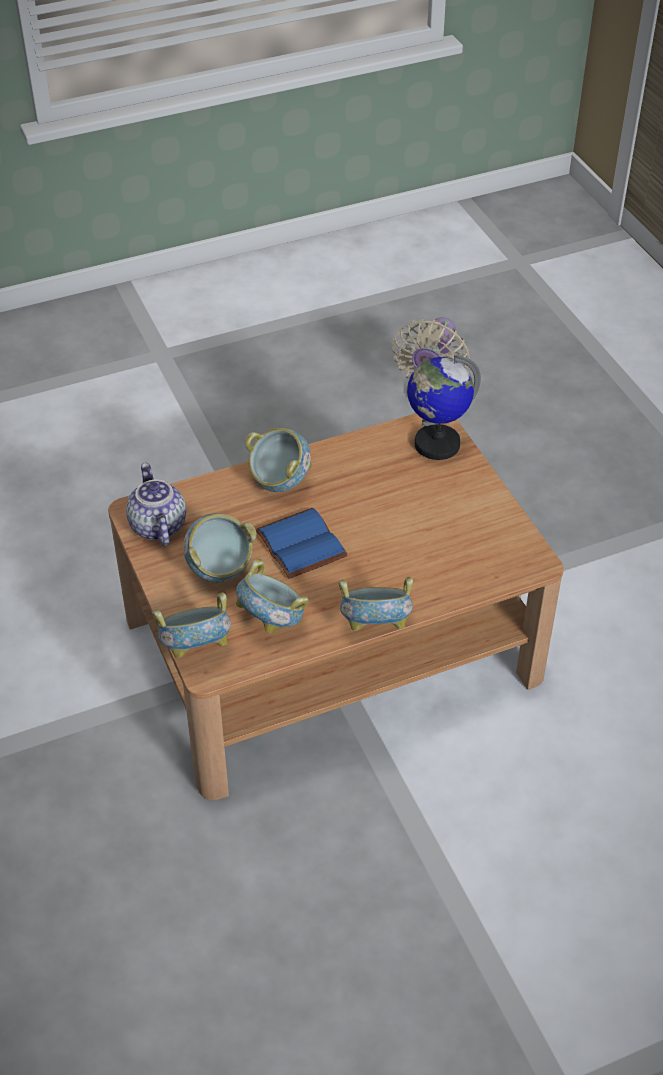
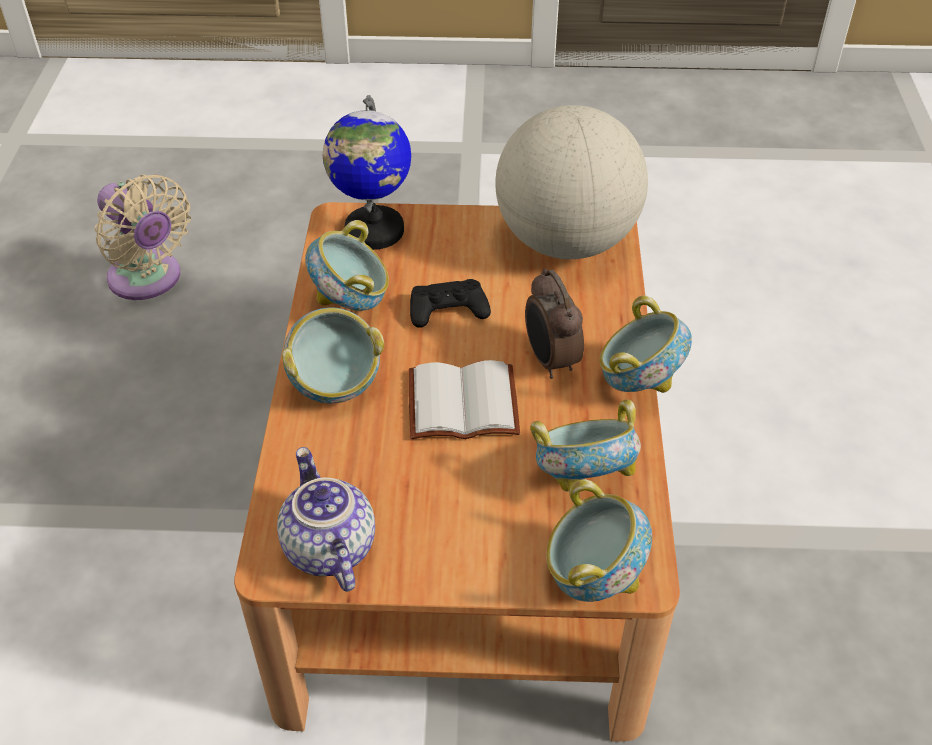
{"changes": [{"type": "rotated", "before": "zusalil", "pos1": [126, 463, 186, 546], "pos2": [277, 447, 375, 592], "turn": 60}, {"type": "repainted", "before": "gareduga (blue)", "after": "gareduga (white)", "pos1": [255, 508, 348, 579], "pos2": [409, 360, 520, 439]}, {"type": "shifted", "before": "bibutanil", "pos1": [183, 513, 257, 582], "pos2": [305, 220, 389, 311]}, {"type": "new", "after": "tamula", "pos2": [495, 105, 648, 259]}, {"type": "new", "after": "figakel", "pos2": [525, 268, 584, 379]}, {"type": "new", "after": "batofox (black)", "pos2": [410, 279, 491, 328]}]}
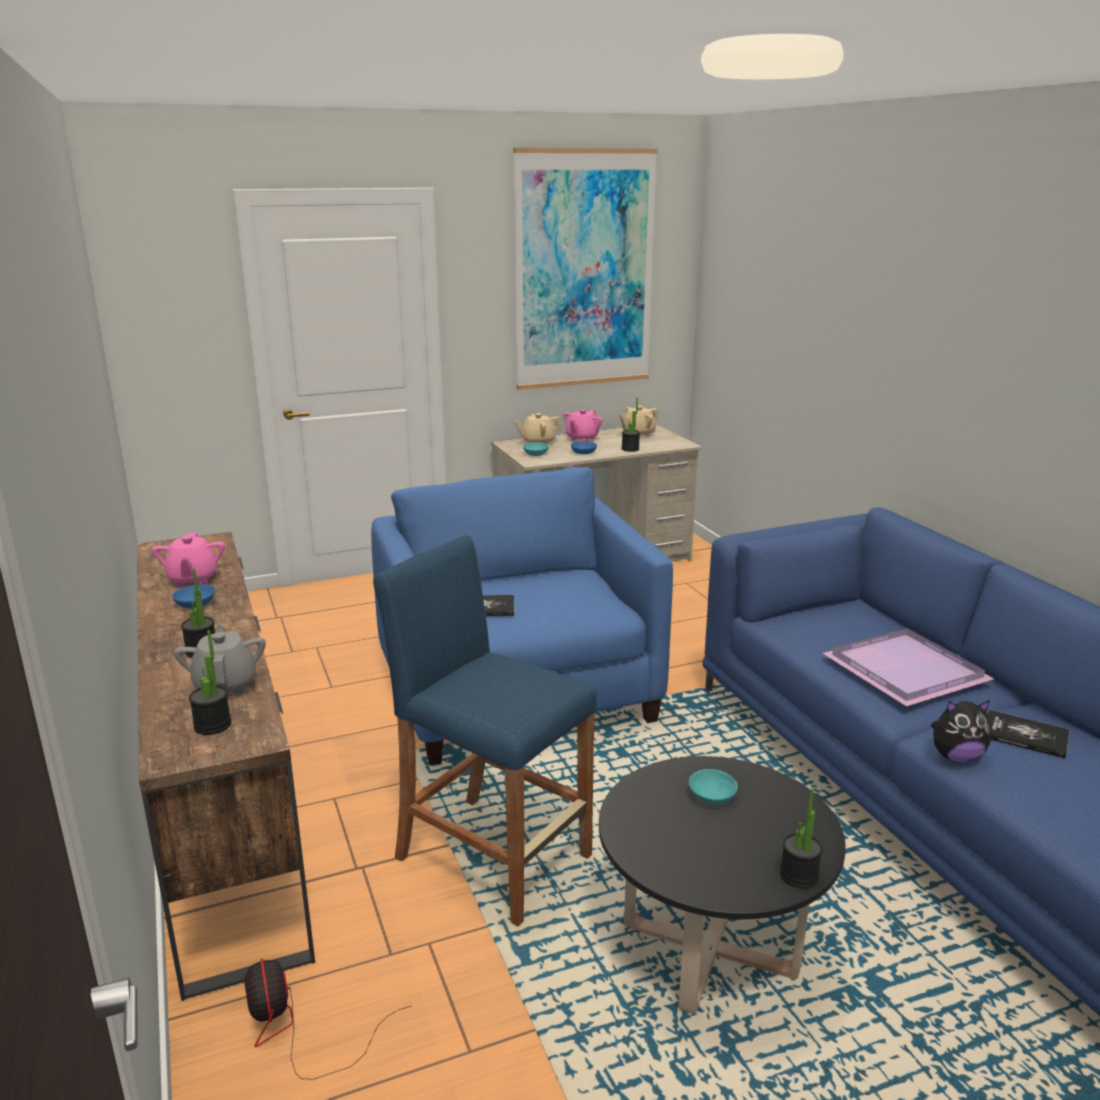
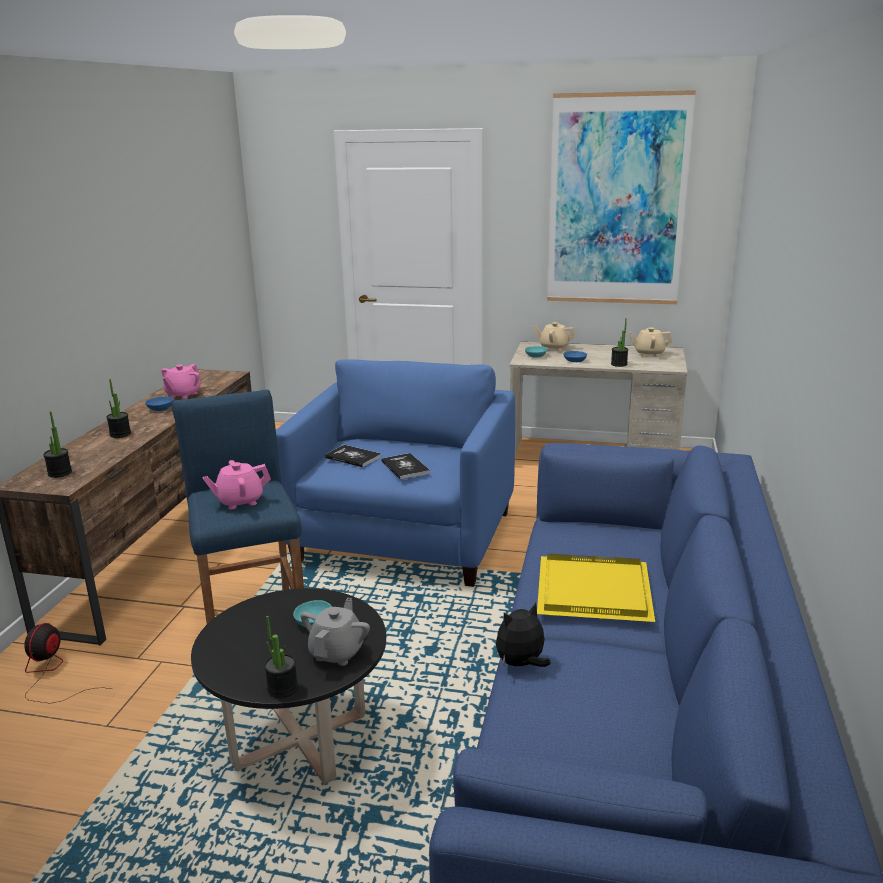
{"changes": [{"type": "shifted", "before": "zusalil (pink)", "pos1": [563, 409, 603, 442], "pos2": [202, 460, 271, 509]}, {"type": "shifted", "before": "zusalil (grey)", "pos1": [174, 624, 266, 694], "pos2": [301, 598, 370, 666]}, {"type": "repainted", "before": "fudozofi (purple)", "after": "fudozofi (yellow)", "pos1": [822, 628, 994, 706], "pos2": [537, 554, 655, 622]}, {"type": "rotated", "before": "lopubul", "pos1": [931, 700, 991, 763], "pos2": [496, 603, 551, 667], "turn": 120}, {"type": "shifted", "before": "gareduga", "pos1": [986, 709, 1070, 759], "pos2": [381, 453, 430, 480]}]}
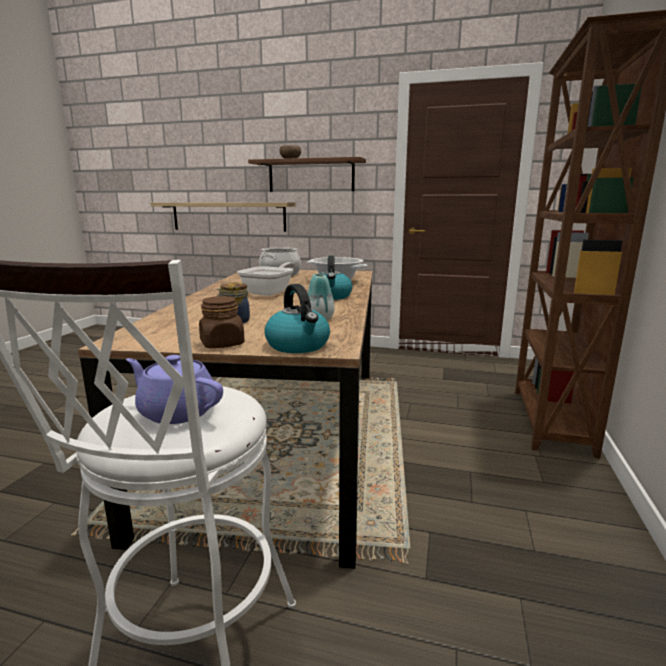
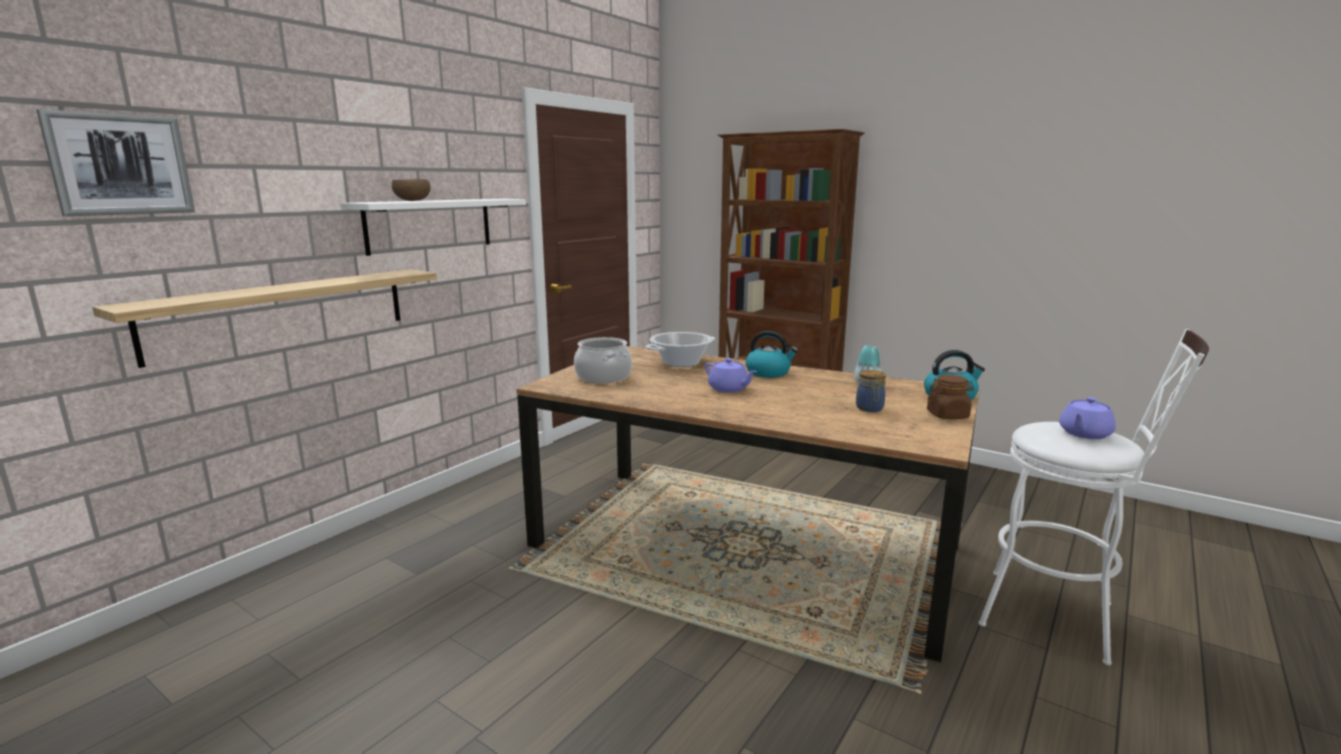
{"changes": [{"type": "repainted", "before": "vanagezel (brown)", "after": "vanagezel (white)", "pos1": [248, 157, 366, 192], "pos2": [341, 199, 526, 256]}, {"type": "swapped", "before": "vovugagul", "after": "zusalil (purple)", "pos1": [237, 262, 295, 296], "pos2": [705, 358, 757, 393]}, {"type": "new", "after": "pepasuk", "pos2": [36, 109, 195, 216]}]}
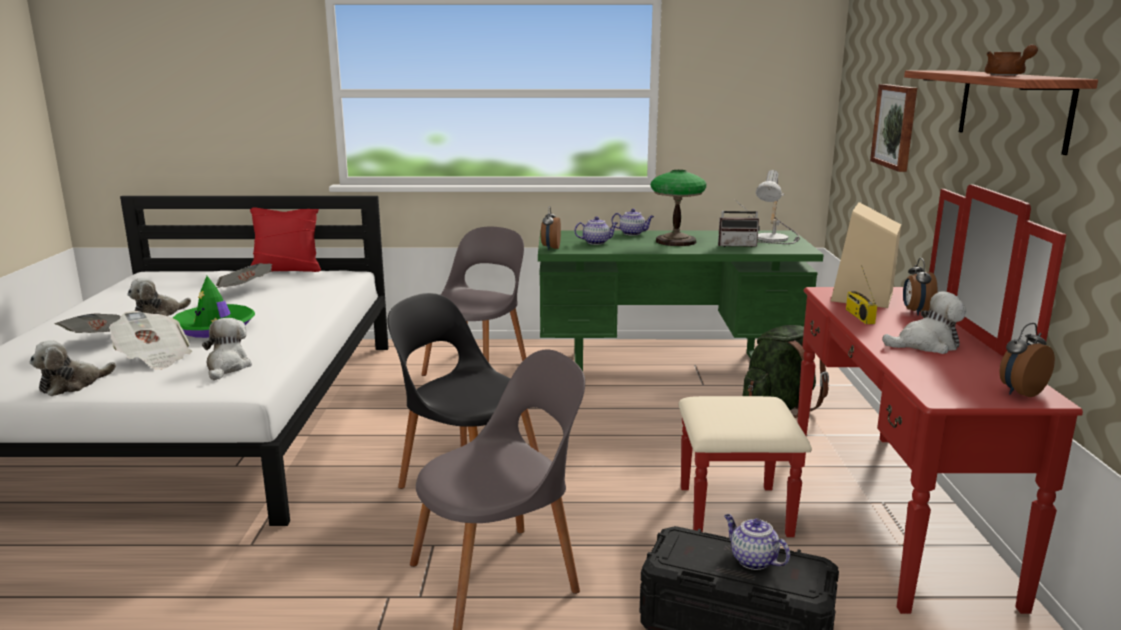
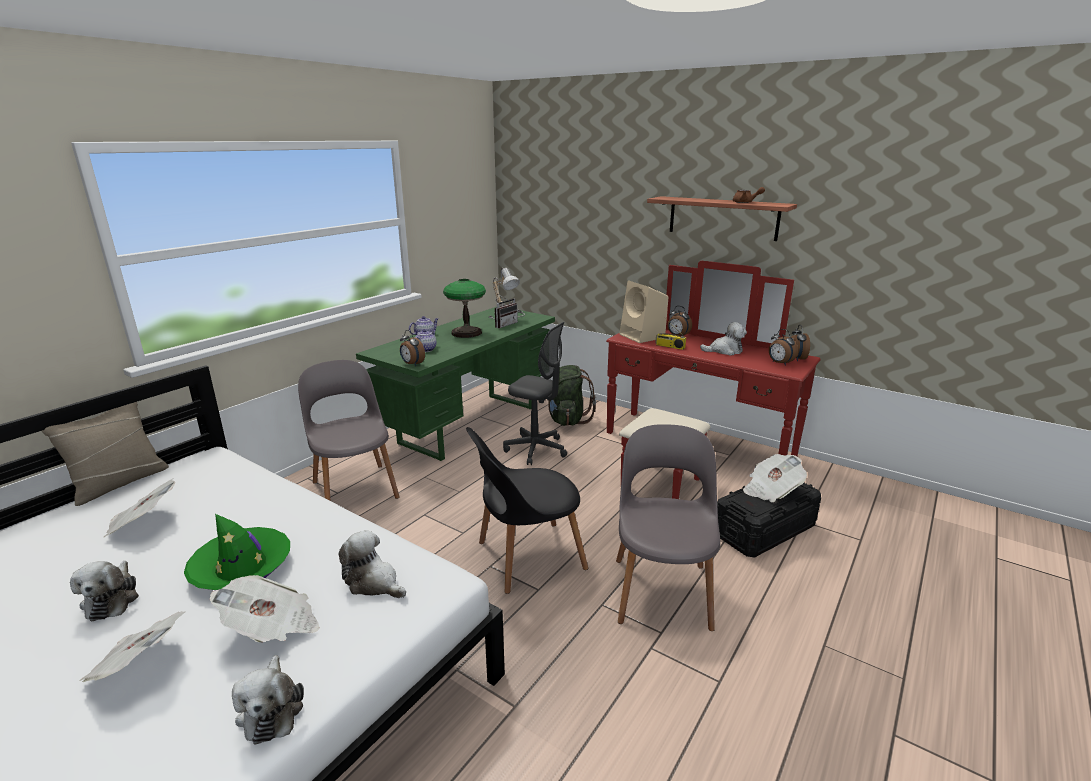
{"changes": [{"type": "gone", "before": "pepasuk", "pos1": [870, 84, 917, 172]}, {"type": "repainted", "before": "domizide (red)", "after": "domizide (beige)", "pos1": [250, 207, 321, 272], "pos2": [42, 402, 169, 506]}, {"type": "rotated", "before": "lopubul", "pos1": [882, 291, 966, 354], "pos2": [700, 322, 747, 356], "turn": 60}, {"type": "swapped", "before": "zusalil", "after": "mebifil", "pos1": [724, 514, 790, 570], "pos2": [743, 454, 807, 502]}, {"type": "new", "after": "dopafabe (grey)", "pos2": [503, 322, 567, 465]}, {"type": "new", "after": "figakel", "pos2": [769, 329, 798, 366]}]}
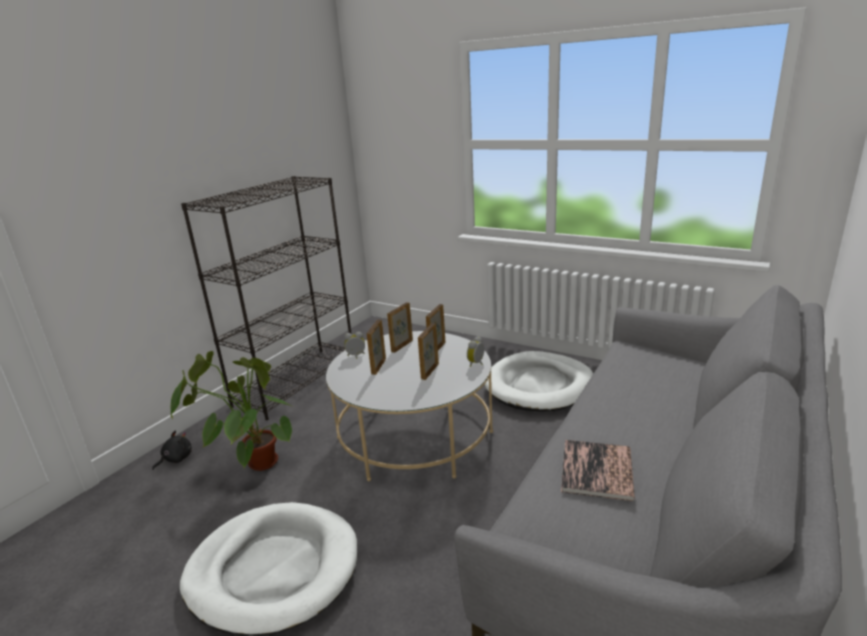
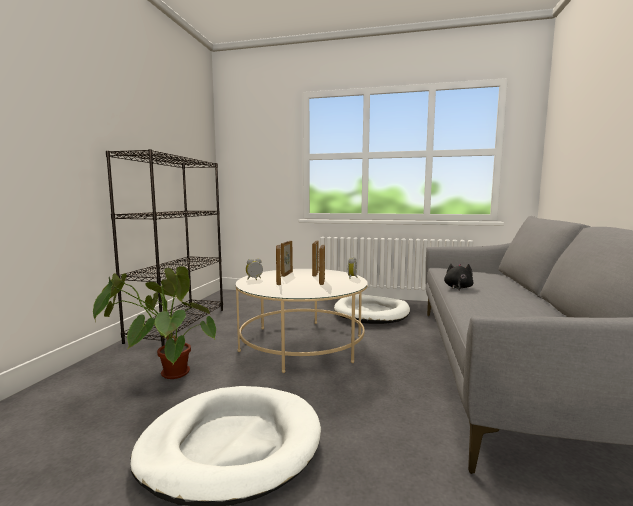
{"changes": [{"type": "shifted", "before": "lopubul (black)", "pos1": [152, 431, 192, 470], "pos2": [444, 263, 474, 291]}, {"type": "gone", "before": "gareduga", "pos1": [561, 440, 635, 501]}]}
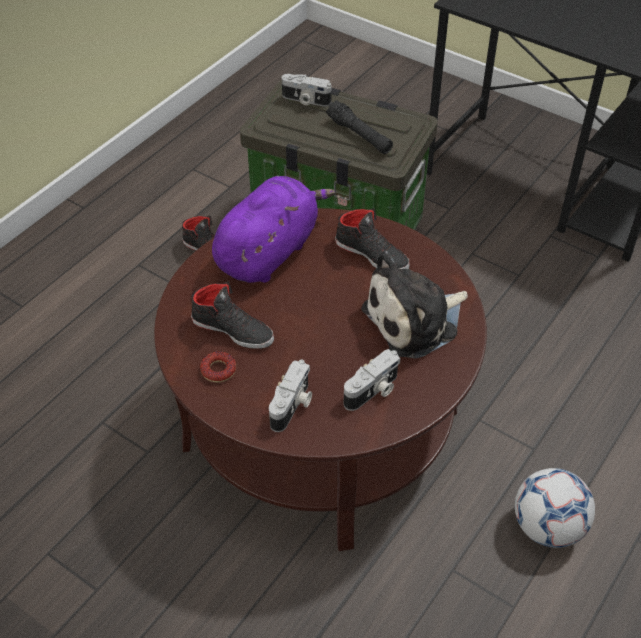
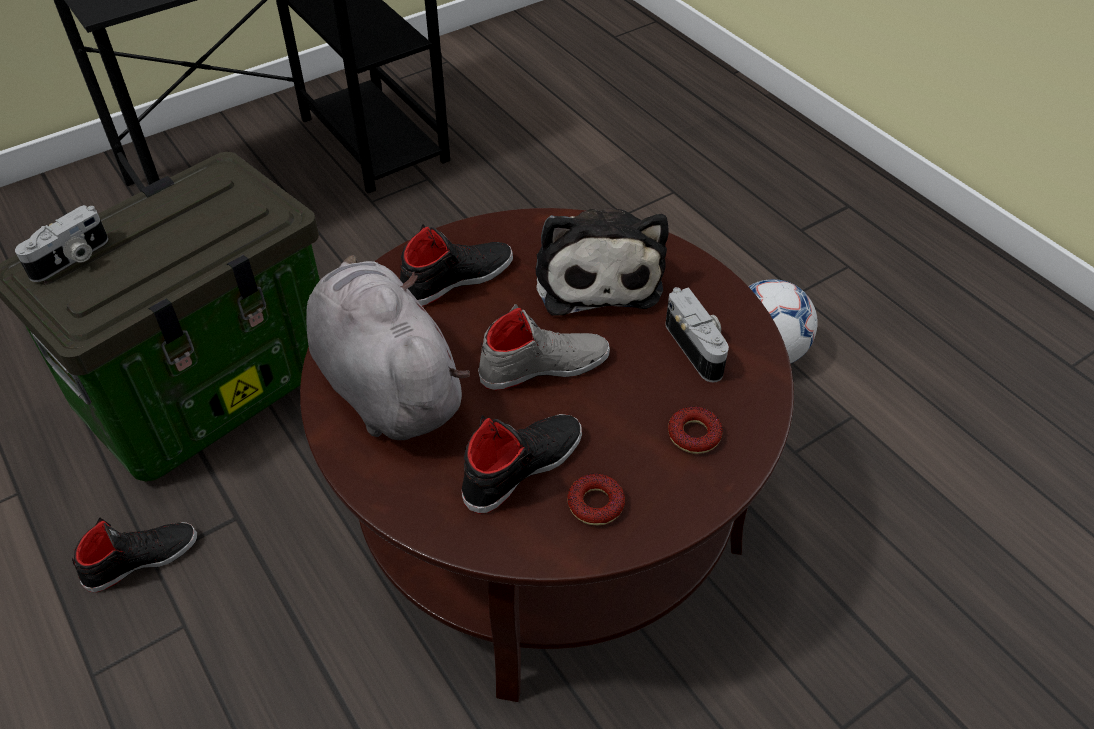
{"changes": [{"type": "gone", "before": "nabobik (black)", "pos1": [326, 100, 393, 154]}, {"type": "repainted", "before": "lopubul (purple)", "after": "lopubul (grey)", "pos1": [212, 176, 335, 283], "pos2": [306, 255, 470, 440]}, {"type": "swapped", "before": "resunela", "after": "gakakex", "pos1": [269, 359, 312, 432], "pos2": [668, 406, 723, 454]}, {"type": "new", "after": "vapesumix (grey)", "pos2": [478, 304, 610, 390]}]}
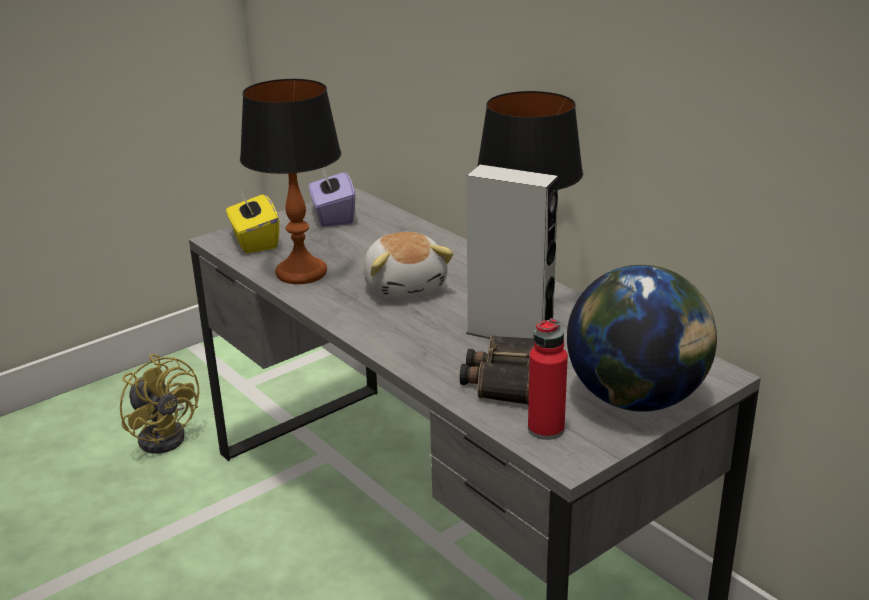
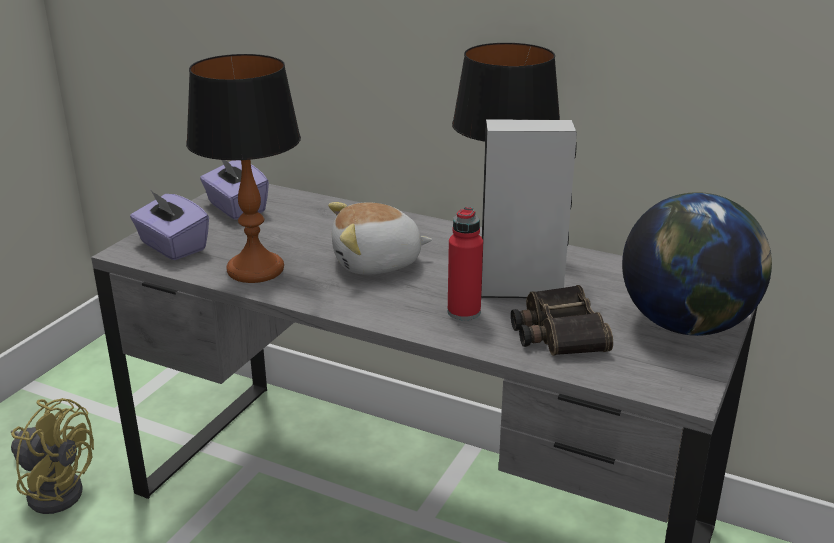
{"changes": [{"type": "repainted", "before": "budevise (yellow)", "after": "budevise (purple)", "pos1": [226, 190, 279, 253], "pos2": [130, 191, 209, 260]}, {"type": "rotated", "before": "lopubul", "pos1": [363, 232, 454, 298], "pos2": [328, 202, 432, 275], "turn": 120}, {"type": "shifted", "before": "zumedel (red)", "pos1": [528, 318, 568, 440], "pos2": [447, 207, 483, 320]}]}
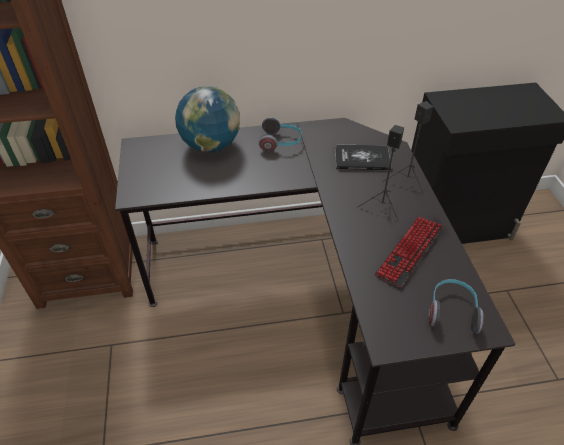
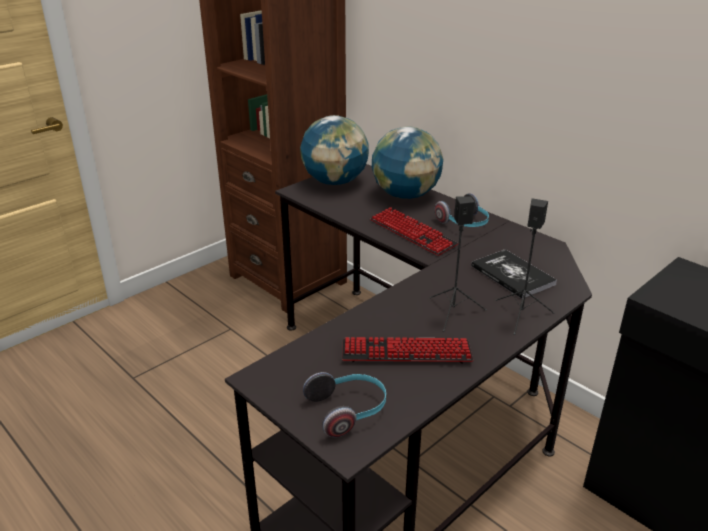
{"changes": [{"type": "new", "after": "tamula", "pos2": [300, 115, 369, 185]}, {"type": "new", "after": "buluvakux", "pos2": [371, 207, 458, 256]}]}
